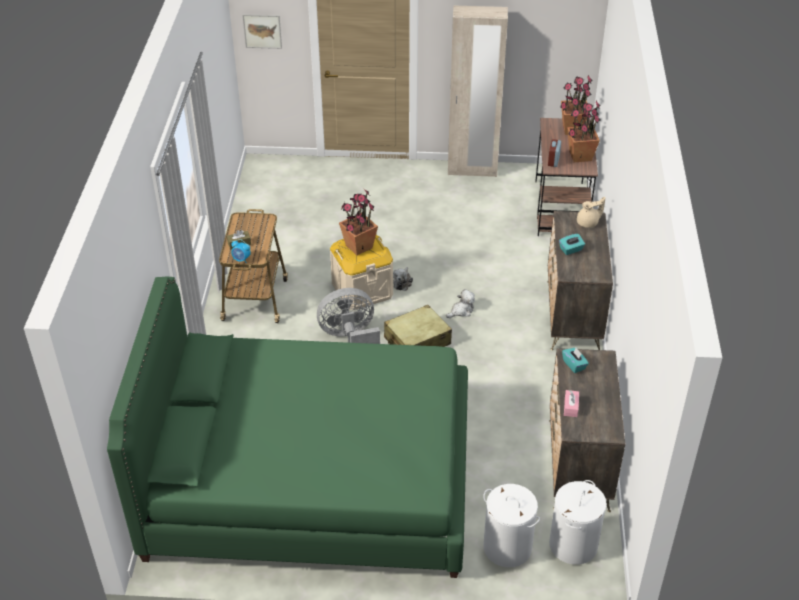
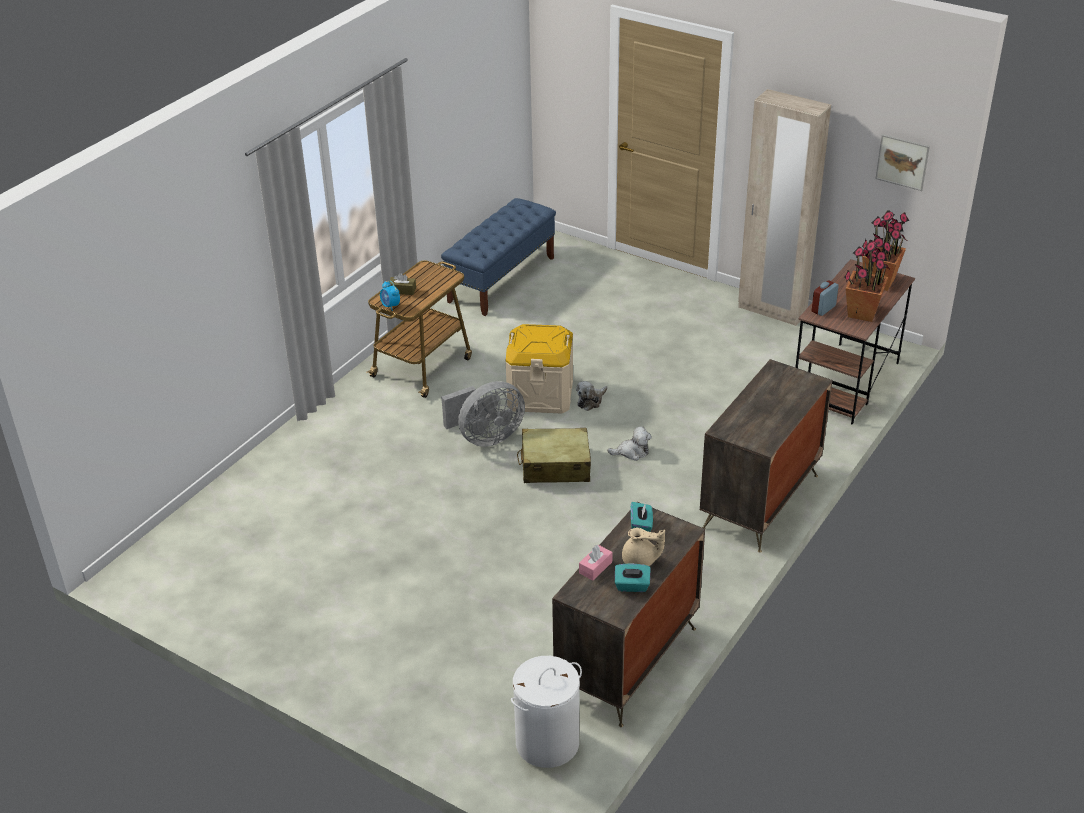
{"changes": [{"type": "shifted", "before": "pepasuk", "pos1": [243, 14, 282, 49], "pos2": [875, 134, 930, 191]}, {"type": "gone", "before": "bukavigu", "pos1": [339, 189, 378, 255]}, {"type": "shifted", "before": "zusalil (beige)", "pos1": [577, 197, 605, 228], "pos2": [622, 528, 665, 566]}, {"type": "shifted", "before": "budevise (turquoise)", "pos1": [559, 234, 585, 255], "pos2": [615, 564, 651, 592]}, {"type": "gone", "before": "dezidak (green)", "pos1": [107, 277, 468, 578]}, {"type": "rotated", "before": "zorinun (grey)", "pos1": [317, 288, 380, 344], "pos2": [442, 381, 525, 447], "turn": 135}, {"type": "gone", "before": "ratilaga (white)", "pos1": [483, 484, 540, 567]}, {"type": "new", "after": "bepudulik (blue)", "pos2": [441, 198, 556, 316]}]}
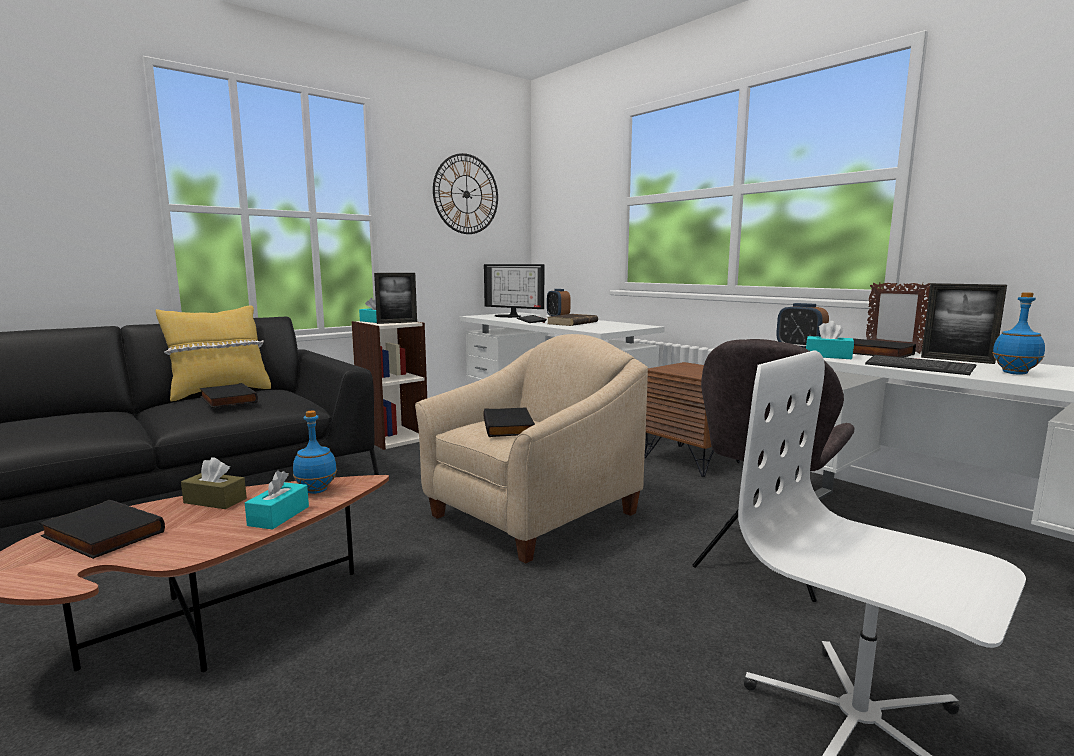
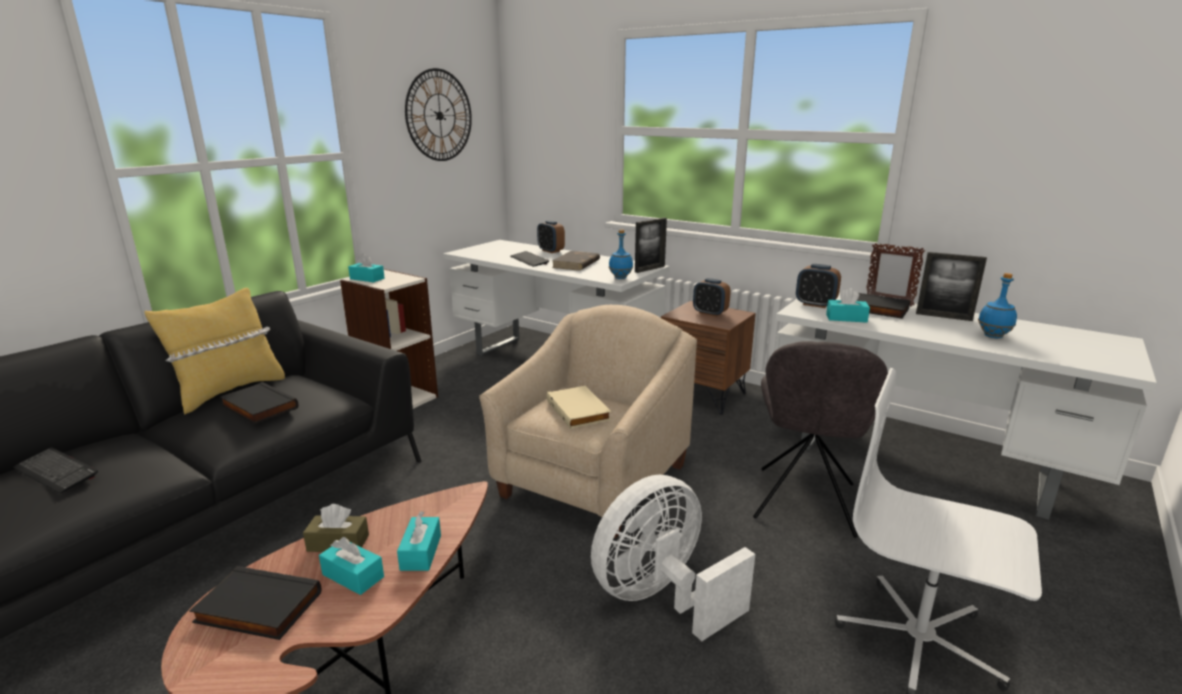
{"changes": [{"type": "gone", "before": "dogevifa", "pos1": [484, 264, 544, 318]}, {"type": "shifted", "before": "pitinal", "pos1": [374, 273, 417, 324], "pos2": [635, 218, 667, 273]}, {"type": "shifted", "before": "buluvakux", "pos1": [865, 355, 976, 375], "pos2": [13, 447, 98, 494]}, {"type": "repainted", "before": "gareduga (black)", "after": "gareduga (beige)", "pos1": [484, 408, 535, 437], "pos2": [546, 386, 611, 429]}, {"type": "shifted", "before": "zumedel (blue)", "pos1": [293, 411, 337, 494], "pos2": [609, 229, 633, 279]}, {"type": "new", "after": "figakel", "pos2": [693, 278, 731, 317]}, {"type": "new", "after": "zorinun (white)", "pos2": [591, 474, 755, 641]}, {"type": "new", "after": "budevise (turquoise)", "pos2": [319, 537, 384, 595]}]}
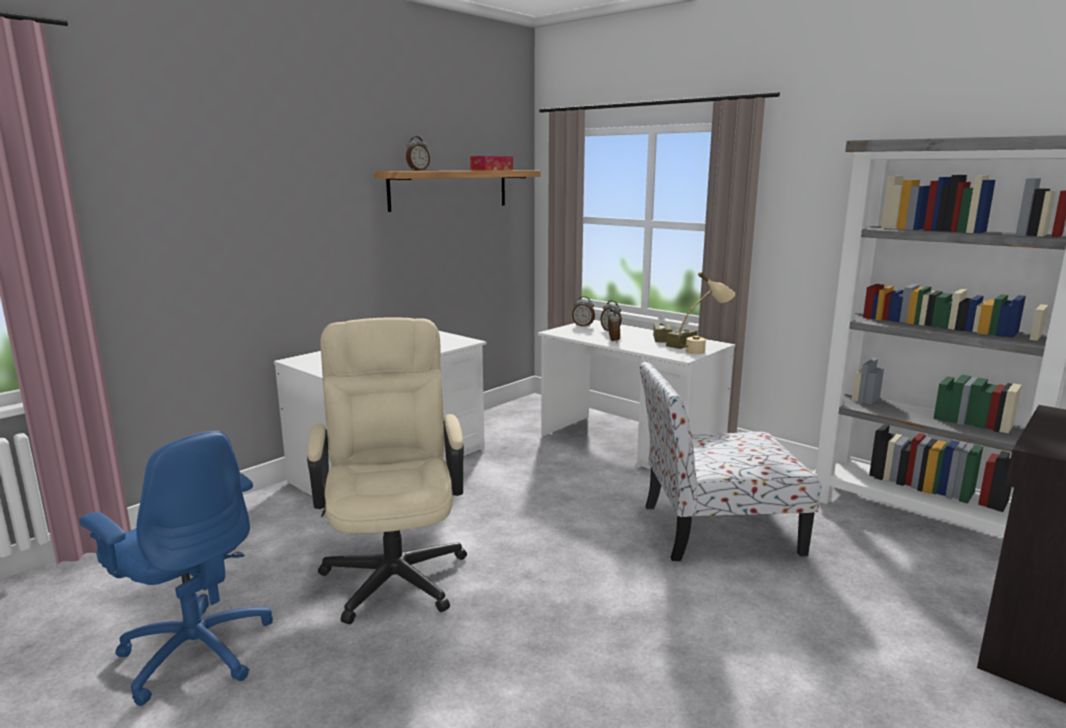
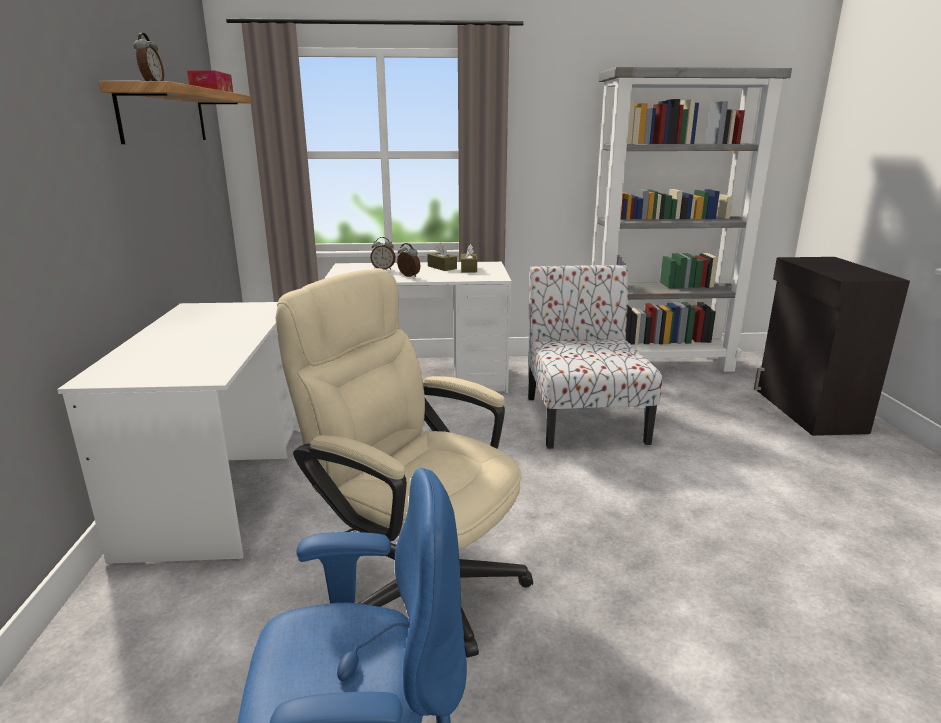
{"changes": [{"type": "gone", "before": "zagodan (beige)", "pos1": [678, 271, 735, 354]}, {"type": "gone", "before": "figakel", "pos1": [572, 296, 595, 327]}, {"type": "rotated", "before": "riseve", "pos1": [639, 361, 822, 561], "pos2": [528, 265, 662, 449], "turn": 135}]}
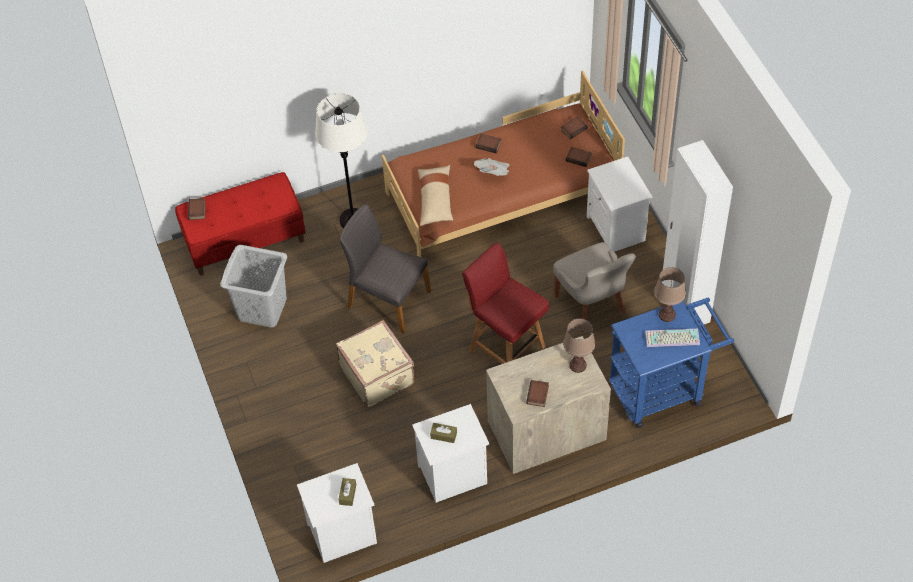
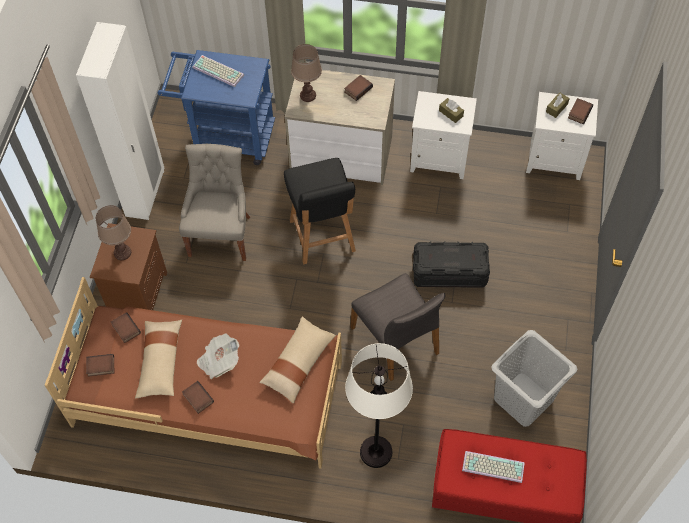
{"changes": [{"type": "repainted", "before": "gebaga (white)", "after": "gebaga (brown)", "pos1": [587, 157, 652, 252], "pos2": [90, 223, 167, 310]}, {"type": "shifted", "before": "gareduga", "pos1": [188, 198, 206, 220], "pos2": [568, 98, 593, 124]}, {"type": "repainted", "before": "riseve (red)", "after": "riseve (black)", "pos1": [462, 243, 549, 364], "pos2": [284, 158, 356, 264]}, {"type": "shifted", "before": "zagodan (brown)", "pos1": [654, 267, 686, 322], "pos2": [96, 205, 131, 260]}, {"type": "swapped", "before": "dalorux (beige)", "after": "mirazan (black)", "pos1": [336, 320, 415, 407], "pos2": [413, 241, 490, 288]}, {"type": "new", "after": "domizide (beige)", "pos2": [135, 320, 182, 398]}, {"type": "new", "after": "buluvakux", "pos2": [462, 451, 525, 483]}]}
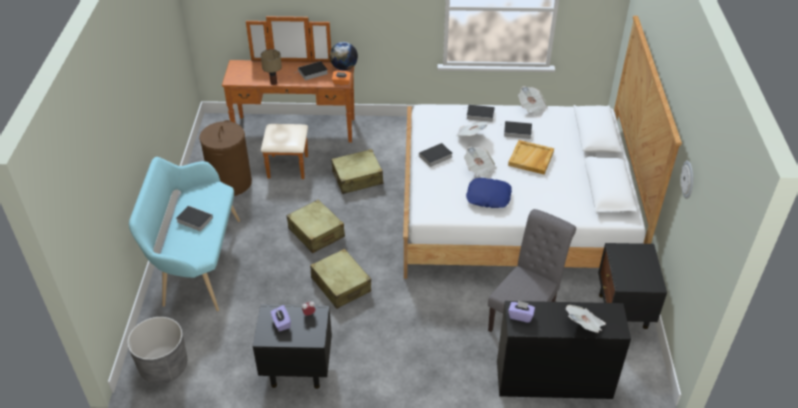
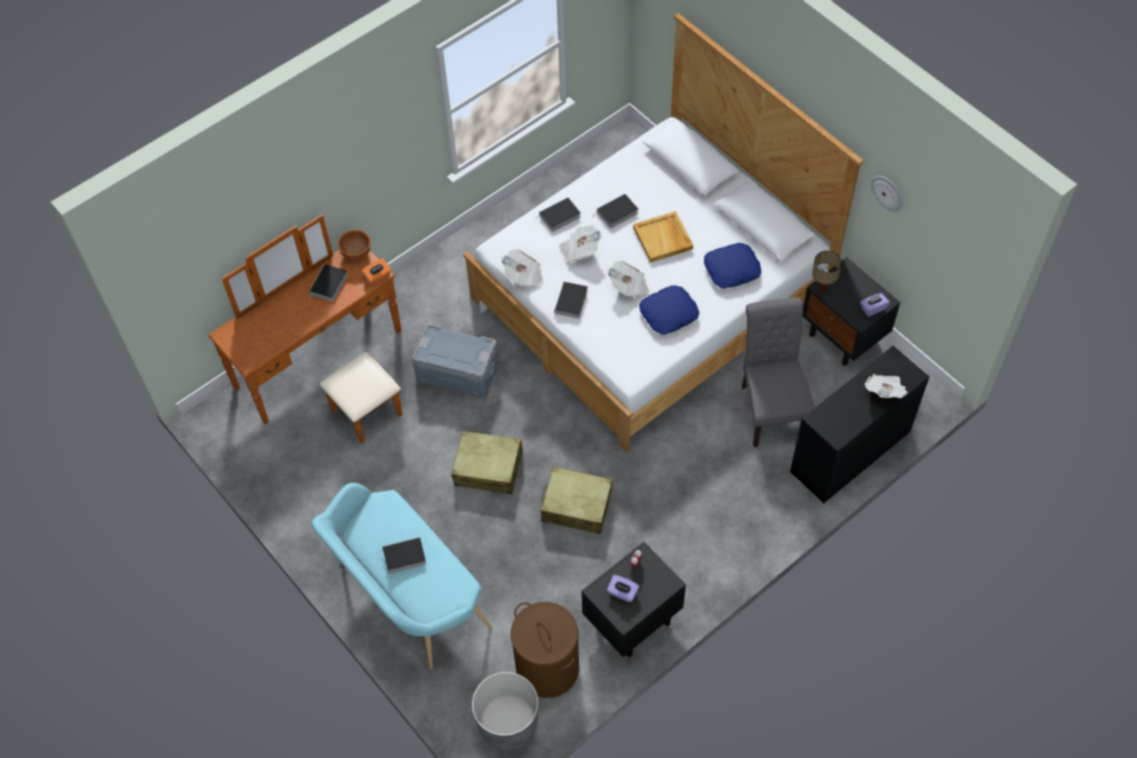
{"changes": [{"type": "swapped", "before": "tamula", "after": "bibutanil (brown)", "pos1": [330, 42, 358, 71], "pos2": [338, 230, 371, 261]}, {"type": "shifted", "before": "zagodan", "pos1": [261, 49, 282, 85], "pos2": [812, 251, 842, 293]}, {"type": "shifted", "before": "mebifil", "pos1": [518, 86, 548, 117], "pos2": [501, 249, 543, 287]}, {"type": "shifted", "before": "ratilaga (brown)", "pos1": [199, 120, 252, 196], "pos2": [511, 602, 579, 698]}, {"type": "swapped", "before": "dalorux (beige)", "after": "mirazan (grey)", "pos1": [331, 149, 383, 194], "pos2": [412, 324, 499, 398]}, {"type": "shifted", "before": "budevise (purple)", "pos1": [508, 301, 535, 323], "pos2": [860, 293, 890, 317]}, {"type": "new", "after": "domizide (blue)", "pos2": [704, 243, 762, 289]}]}
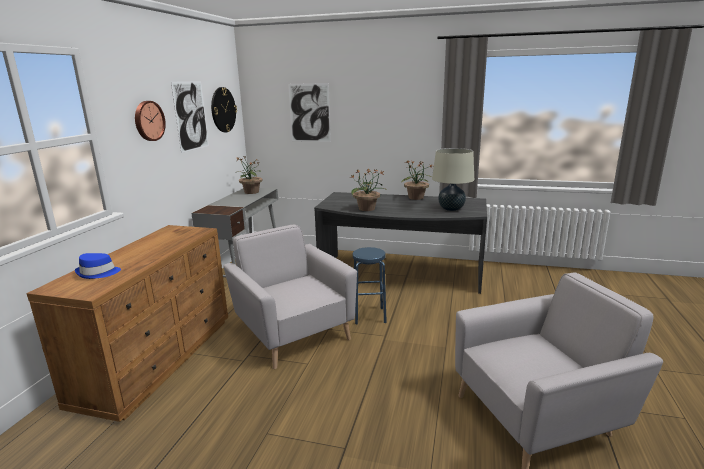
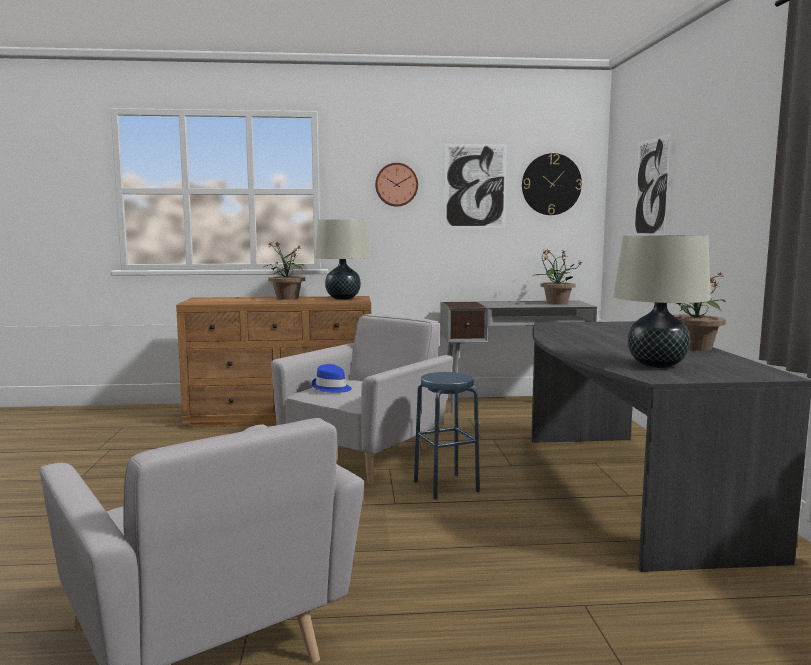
{"changes": [{"type": "shifted", "before": "bukavigu", "pos1": [351, 168, 385, 211], "pos2": [262, 241, 305, 300]}, {"type": "shifted", "before": "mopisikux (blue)", "pos1": [75, 253, 121, 279], "pos2": [312, 364, 352, 393]}, {"type": "new", "after": "zagodan (beige)", "pos2": [315, 220, 370, 300]}]}
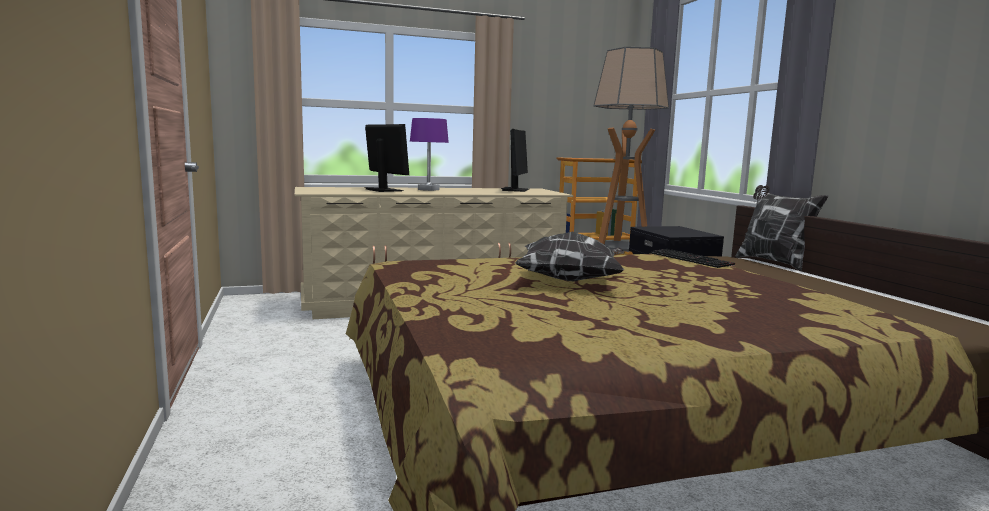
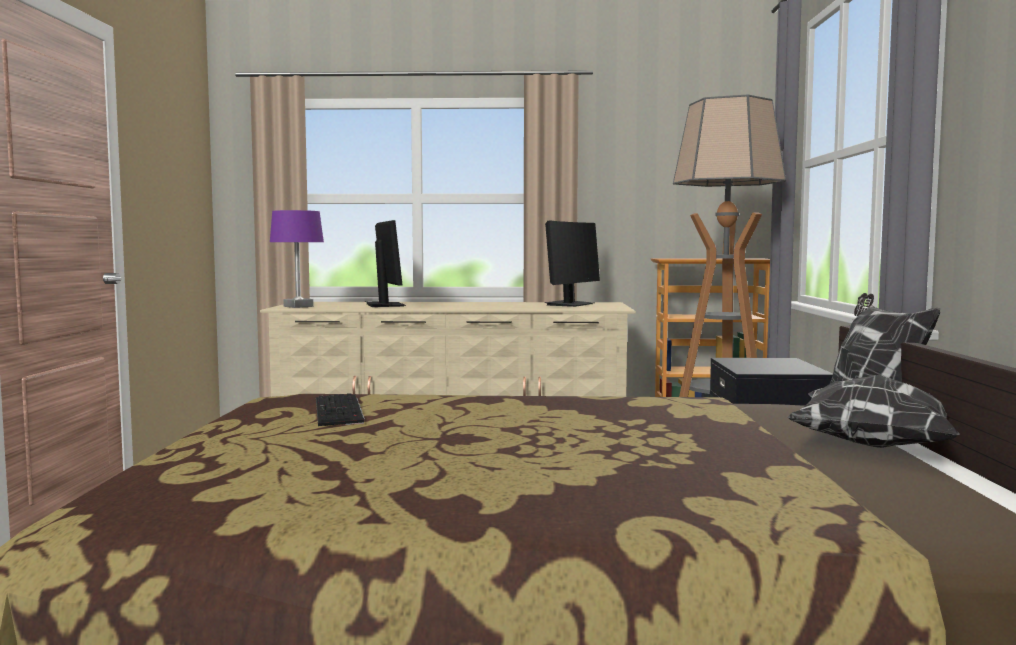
{"changes": [{"type": "shifted", "before": "zagodan (purple)", "pos1": [410, 118, 449, 191], "pos2": [270, 210, 324, 308]}, {"type": "shifted", "before": "domizide", "pos1": [515, 232, 625, 281], "pos2": [787, 375, 960, 448]}, {"type": "shifted", "before": "buluvakux", "pos1": [651, 249, 735, 268], "pos2": [316, 393, 365, 426]}]}
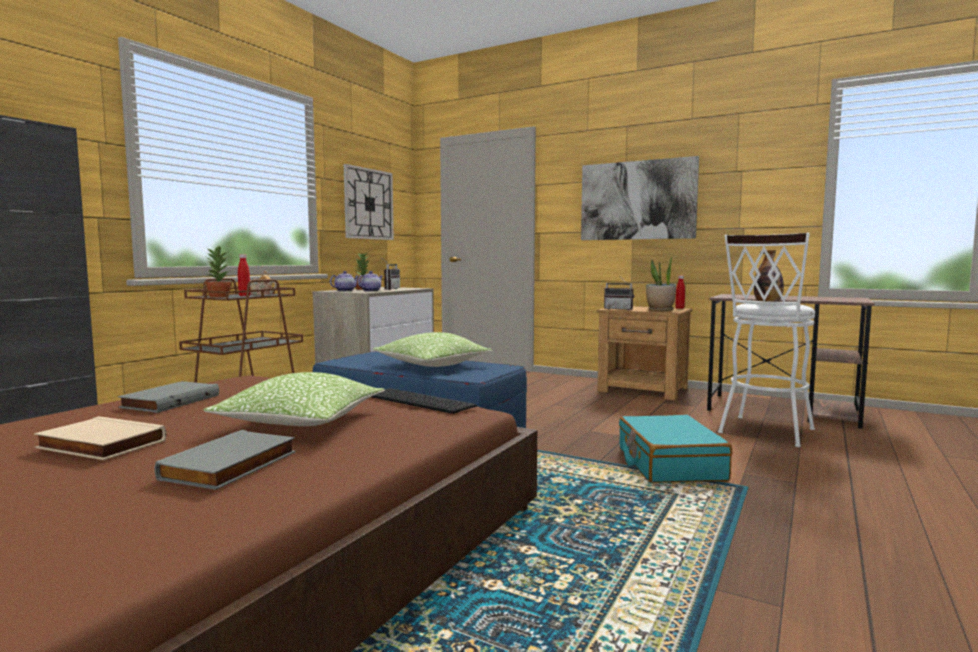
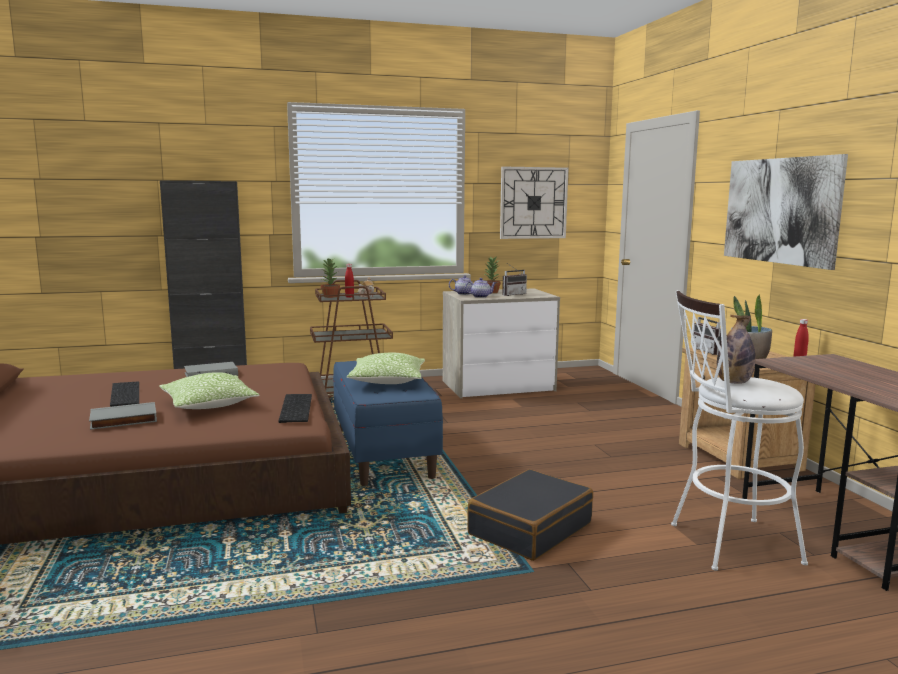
{"changes": [{"type": "repainted", "before": "dalorux (turquoise)", "after": "dalorux (black)", "pos1": [619, 415, 732, 483], "pos2": [467, 469, 593, 561]}, {"type": "swapped", "before": "gareduga (beige)", "after": "buluvakux", "pos1": [34, 416, 166, 460], "pos2": [110, 382, 139, 407]}]}
